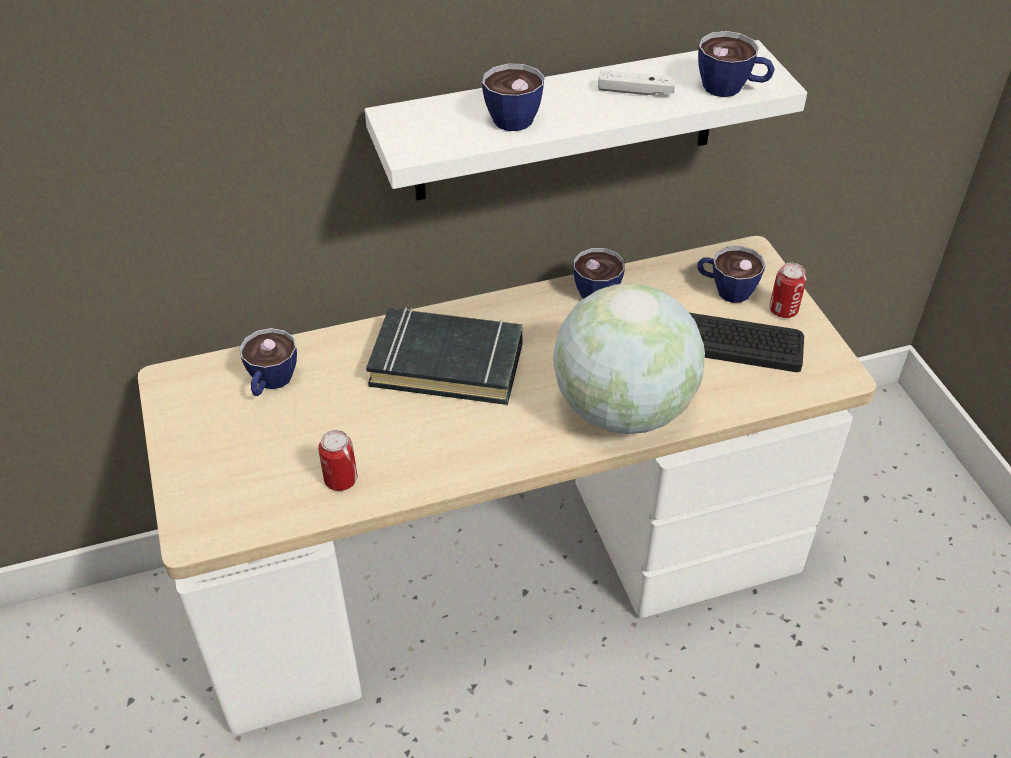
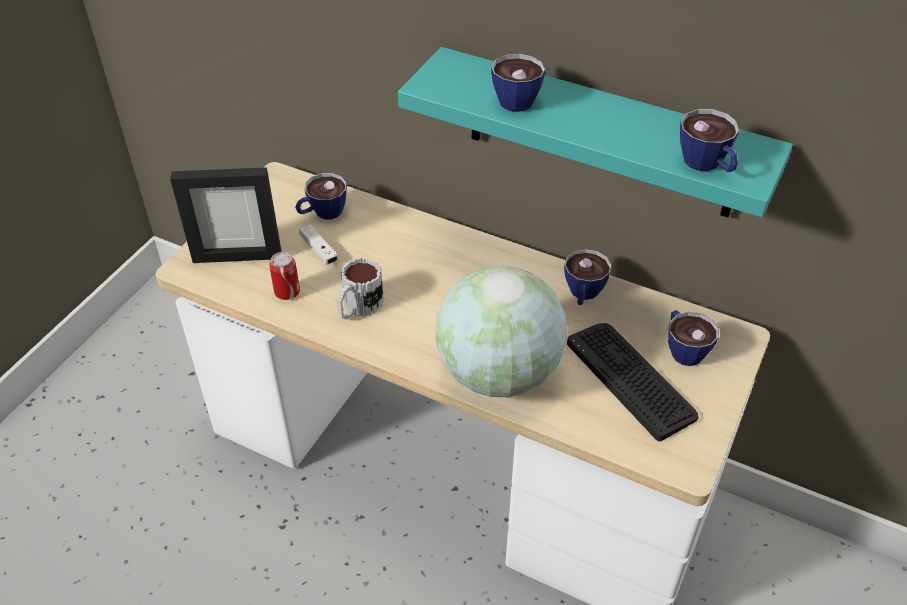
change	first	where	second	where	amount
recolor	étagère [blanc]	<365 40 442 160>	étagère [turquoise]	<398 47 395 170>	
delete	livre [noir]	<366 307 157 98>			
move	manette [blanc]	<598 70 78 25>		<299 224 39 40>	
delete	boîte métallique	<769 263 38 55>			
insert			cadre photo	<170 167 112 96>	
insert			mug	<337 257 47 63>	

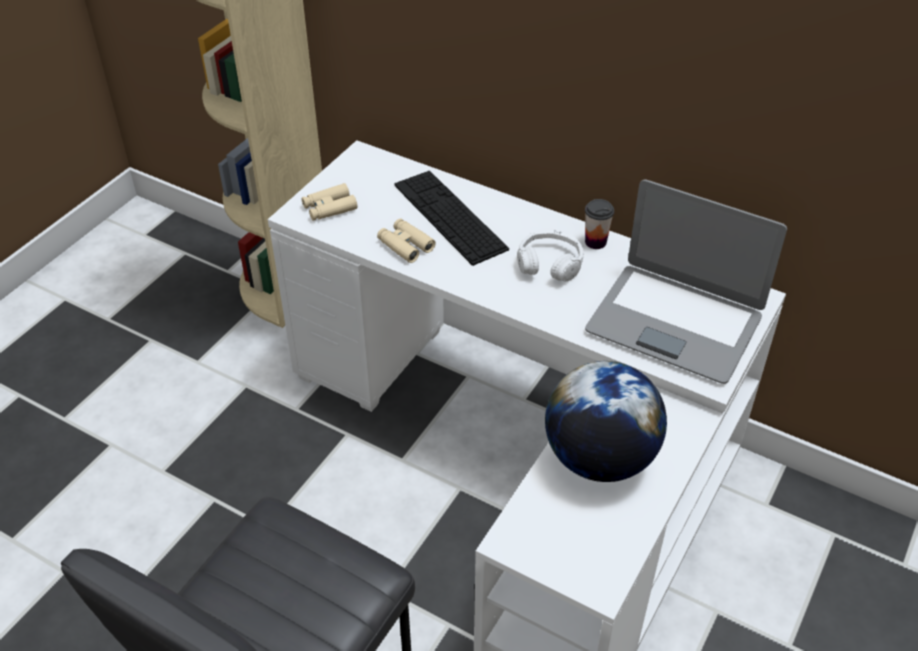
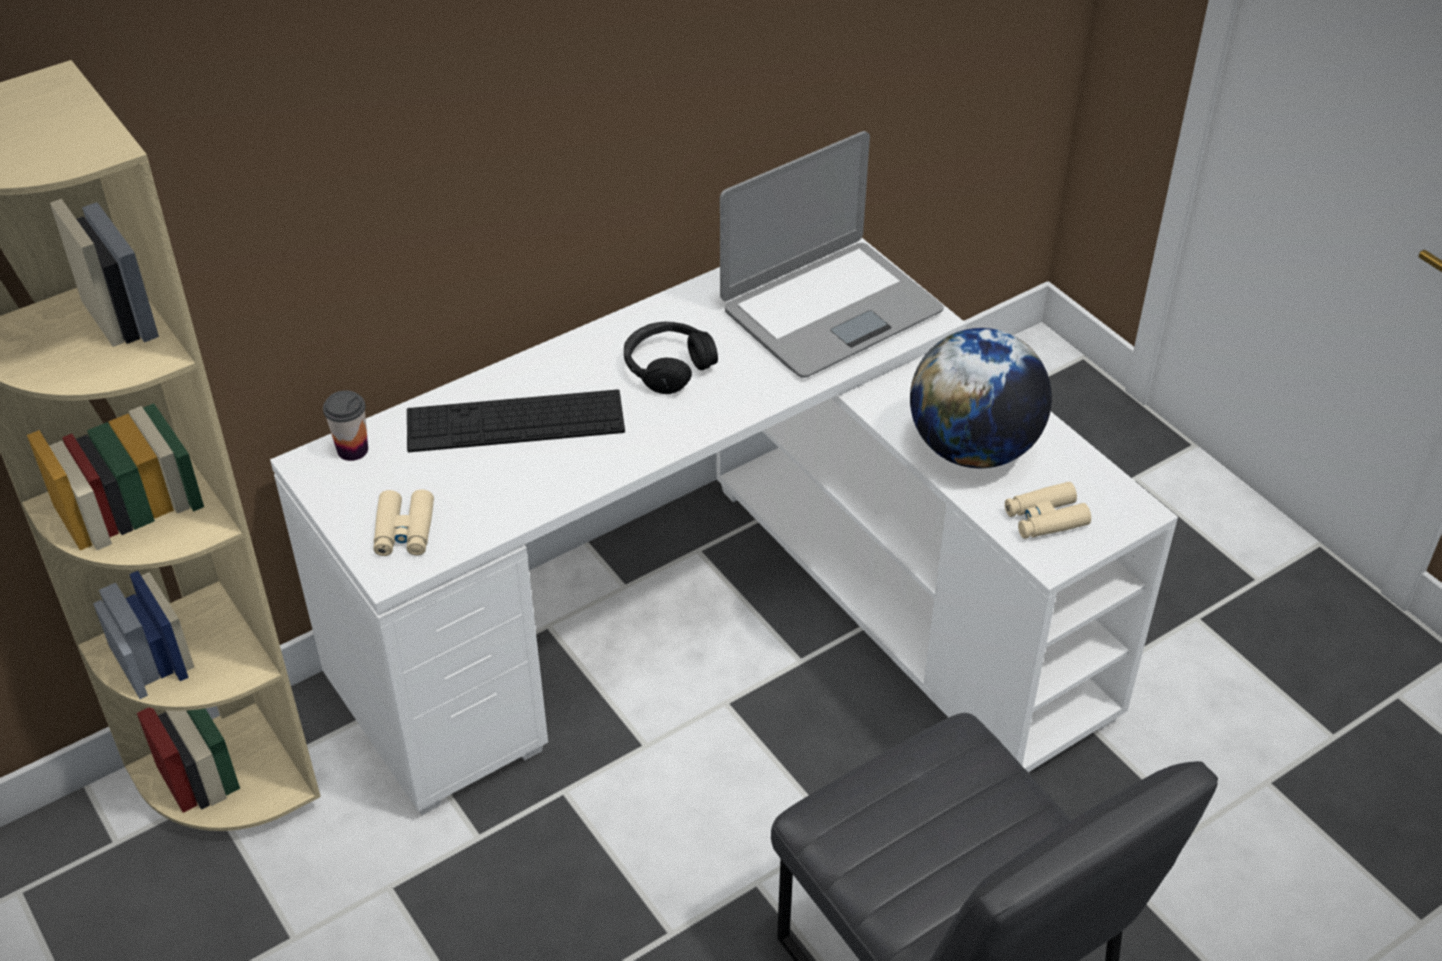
change	first	where	second	where	amount
move	jumelles [beige]	<377 219 59 44>		<1005 482 86 57>	
recolor	casque audio [blanc]	<517 230 66 52>	casque audio [noir]	<624 322 94 72>	
move	tasse	<585 199 29 50>		<323 390 45 71>	

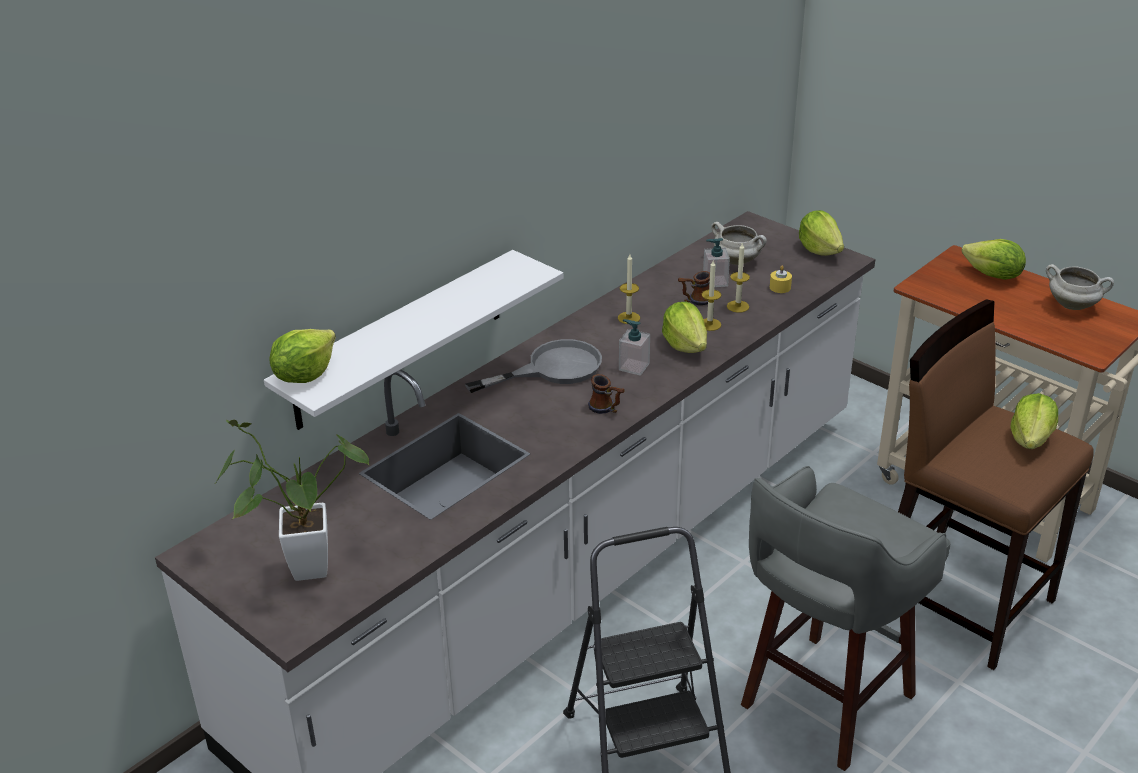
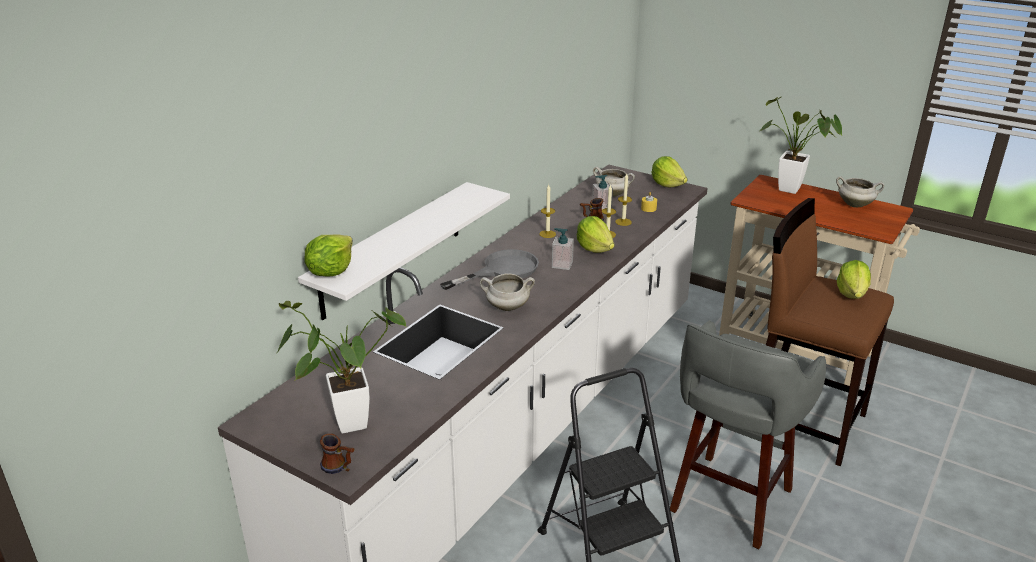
change	first	where	second	where	amount
move	mug	<588 374 37 40>		<320 434 34 40>	
replace	laitue	<961 239 65 41>	plante en pot	<760 97 82 97>	
insert			marmite [blanc]	<480 274 55 37>	

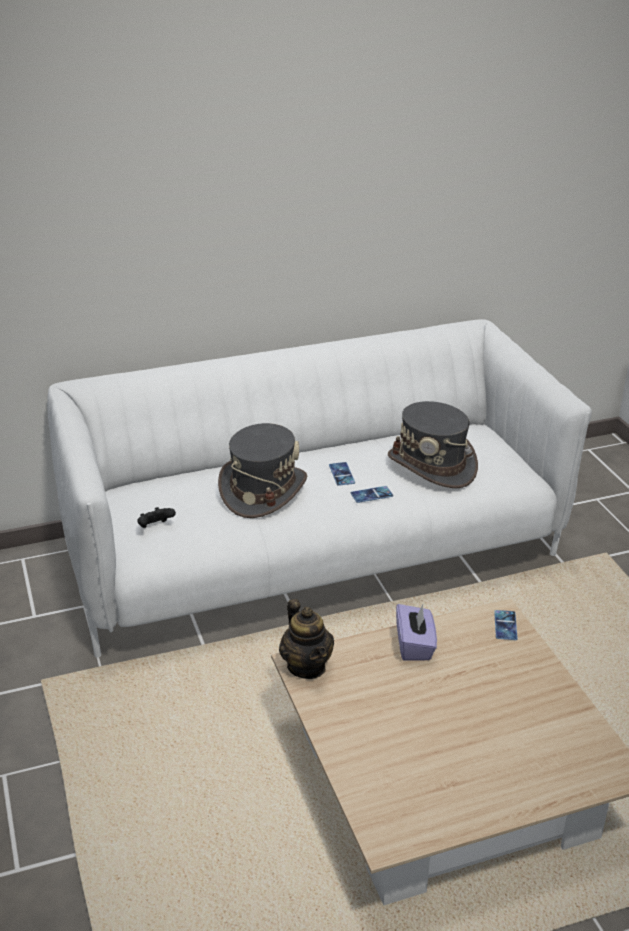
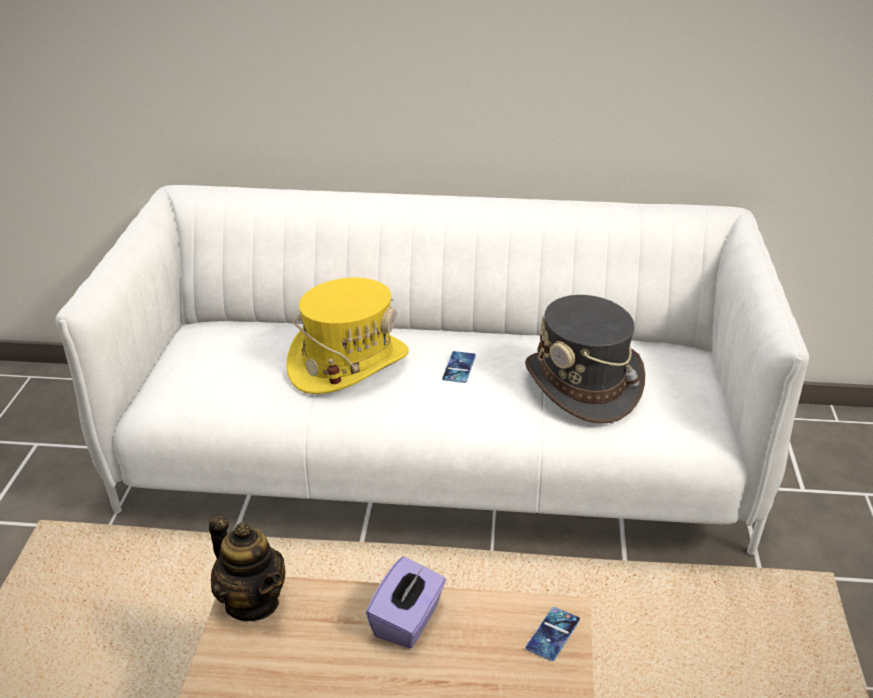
change	first	where	second	where	amount
delete	manette [noir]	<137 507 39 21>			
recolor	chapeau [gris]	<218 423 89 95>	chapeau [jaune]	<286 278 123 116>	
rotate	théière	<279 599 55 80>		<209 516 76 105>	45 degrees counterclockwise
delete	téléphone	<351 486 42 17>			

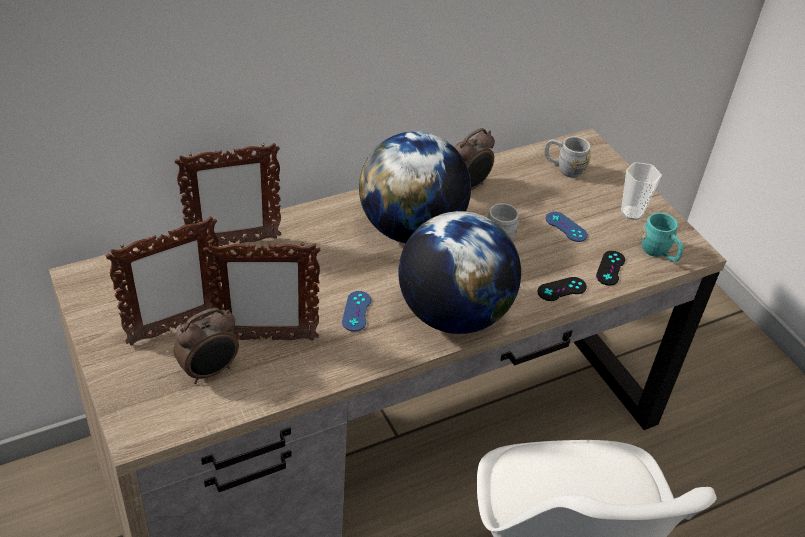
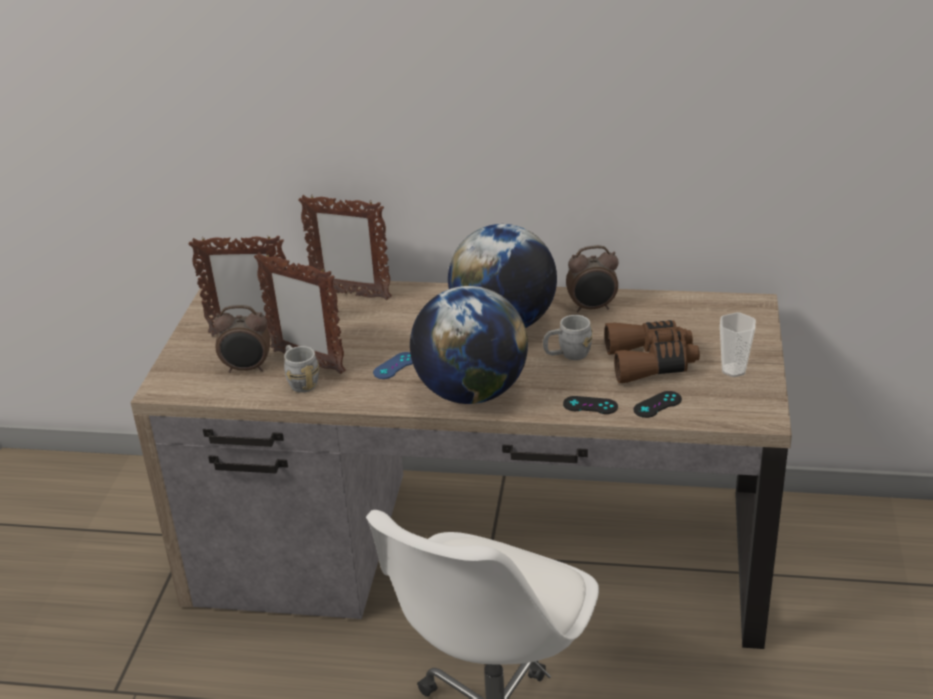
change	first	where	second	where	amount
move	mug [gris]	<544 136 47 42>		<284 345 35 48>	
replace	manette [bleu]	<546 212 42 30>	jumelles [marron]	<605 320 95 63>	
delete	mug [turquoise]	<641 213 42 49>			

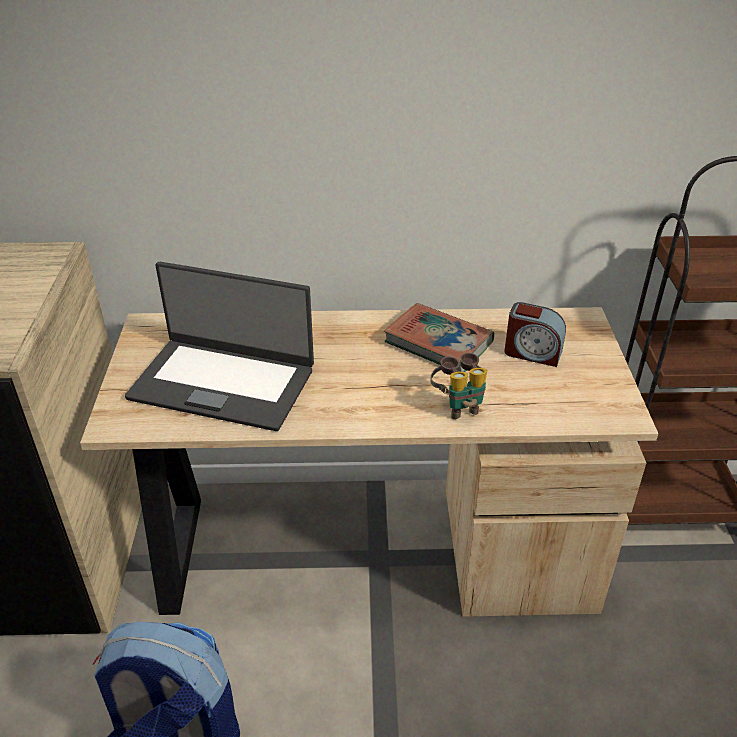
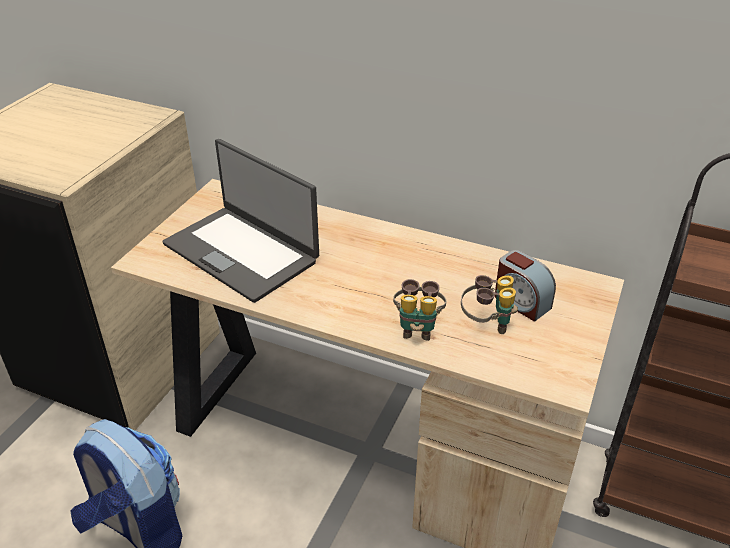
change	first	where	second	where	amount
delete	livre	<384 303 110 69>			
insert			jumelles	<461 275 57 59>	

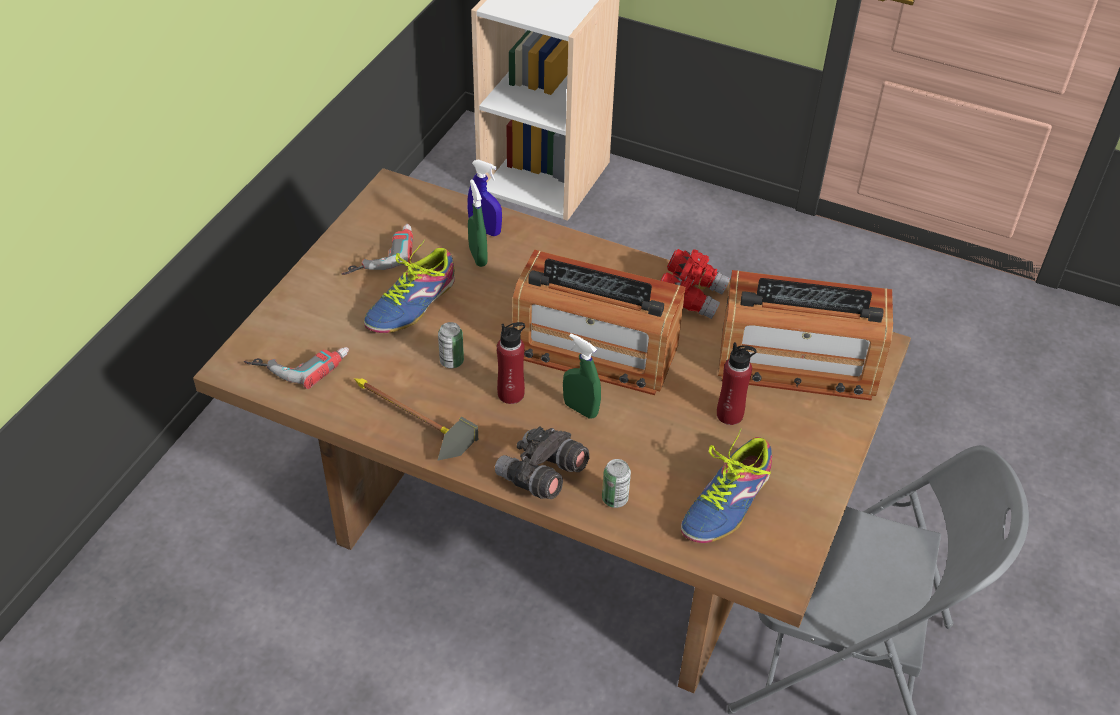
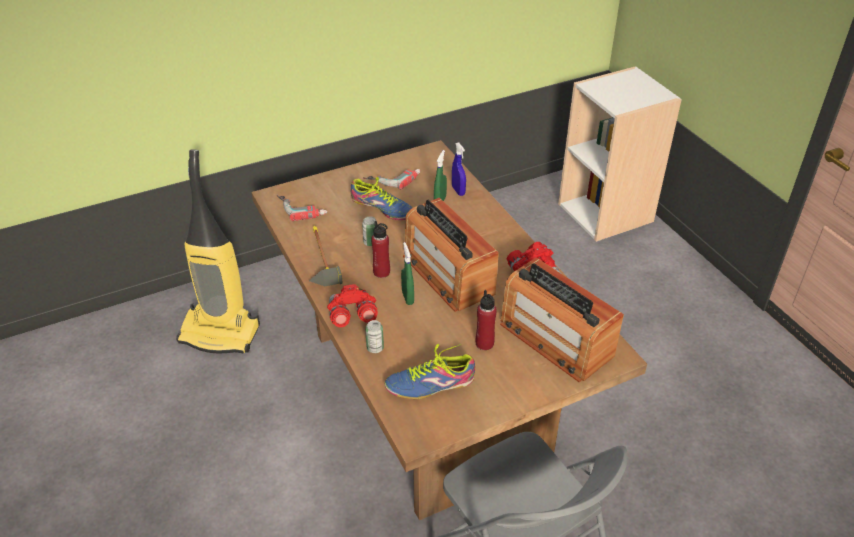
change	first	where	second	where	amount
rotate	chaussure	<364 239 91 94>		<351 177 62 43>	135 degrees counterclockwise
recolor	jumelles [gris]	<495 426 94 73>	jumelles [rouge]	<327 284 51 43>	
insert			aspirateur	<176 149 84 205>	

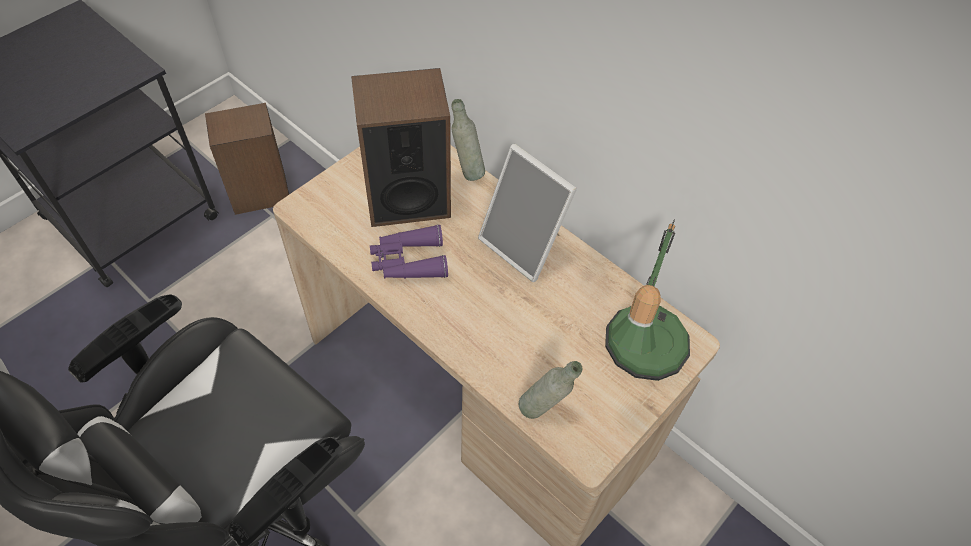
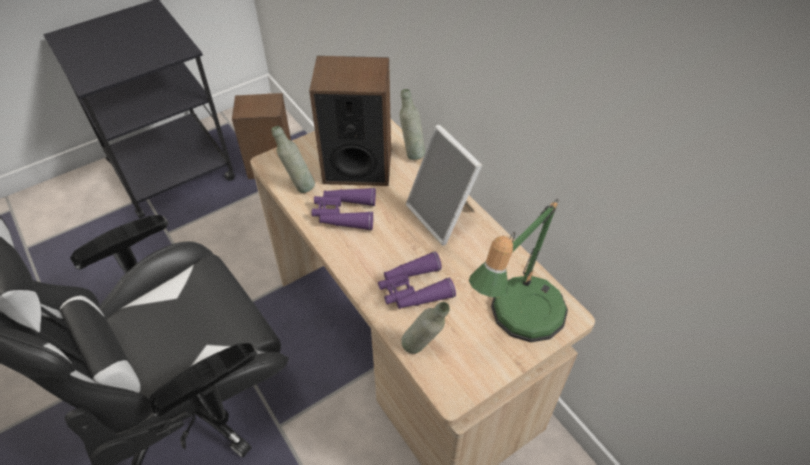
change	first	where	second	where	amount
insert			bouteille [gris]	<272 126 43 67>	
insert			jumelles [violet]	<378 252 78 57>	

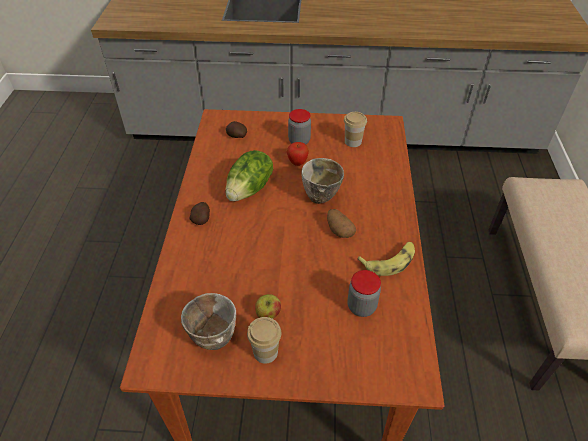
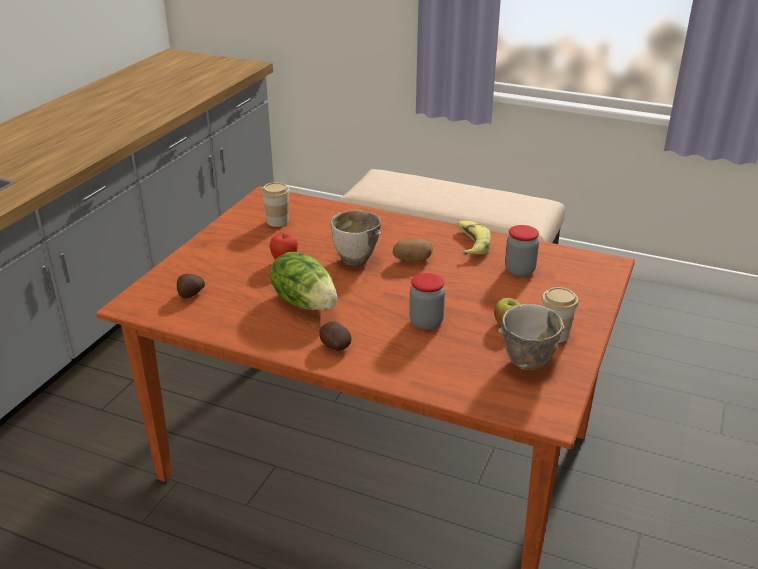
change	first	where	second	where	amount
move	bocal	<288 109 23 35>		<409 273 36 57>	

